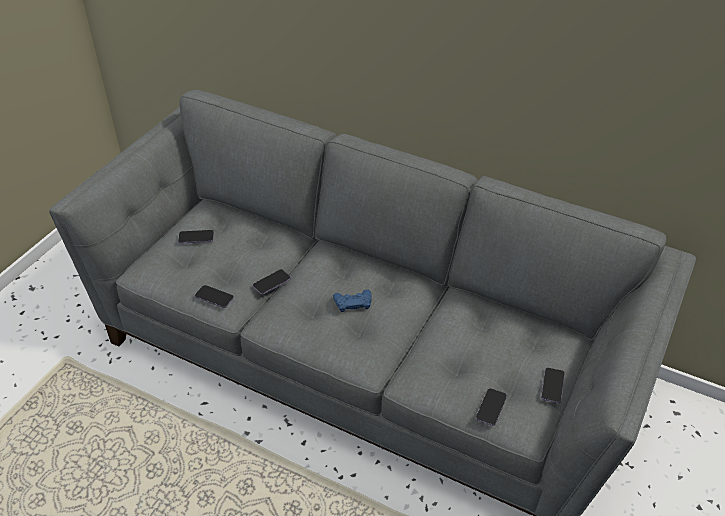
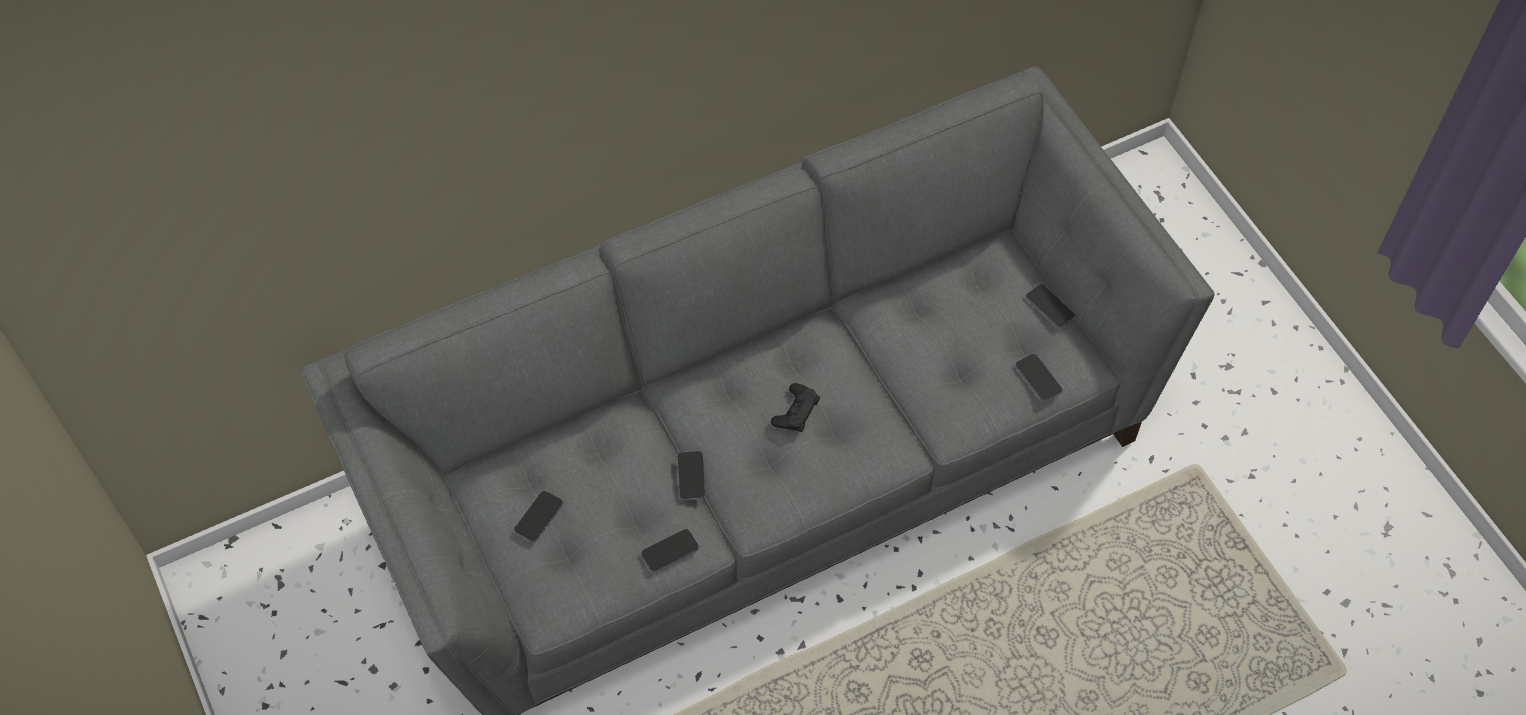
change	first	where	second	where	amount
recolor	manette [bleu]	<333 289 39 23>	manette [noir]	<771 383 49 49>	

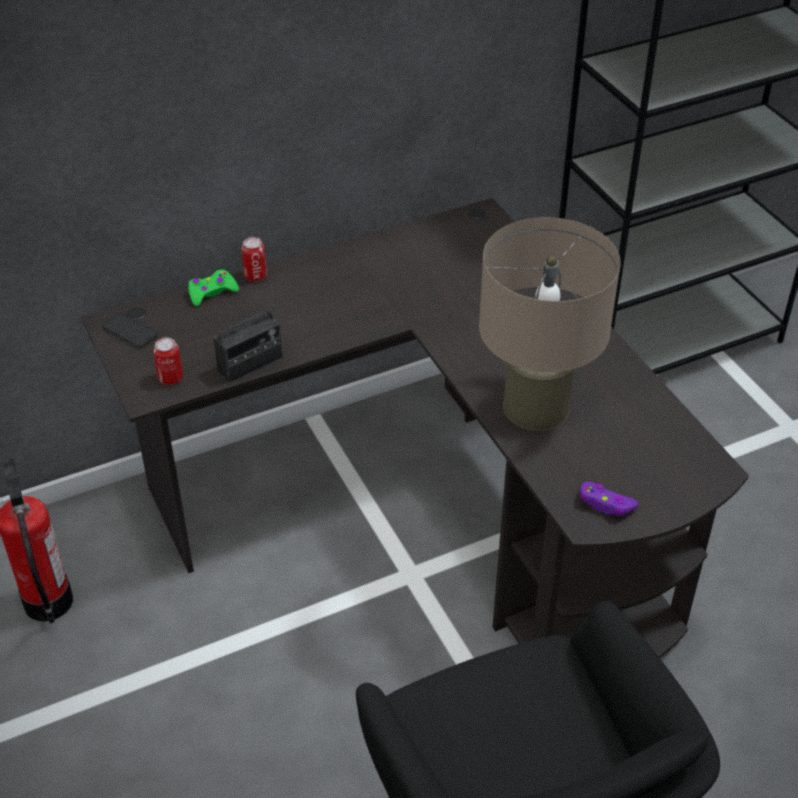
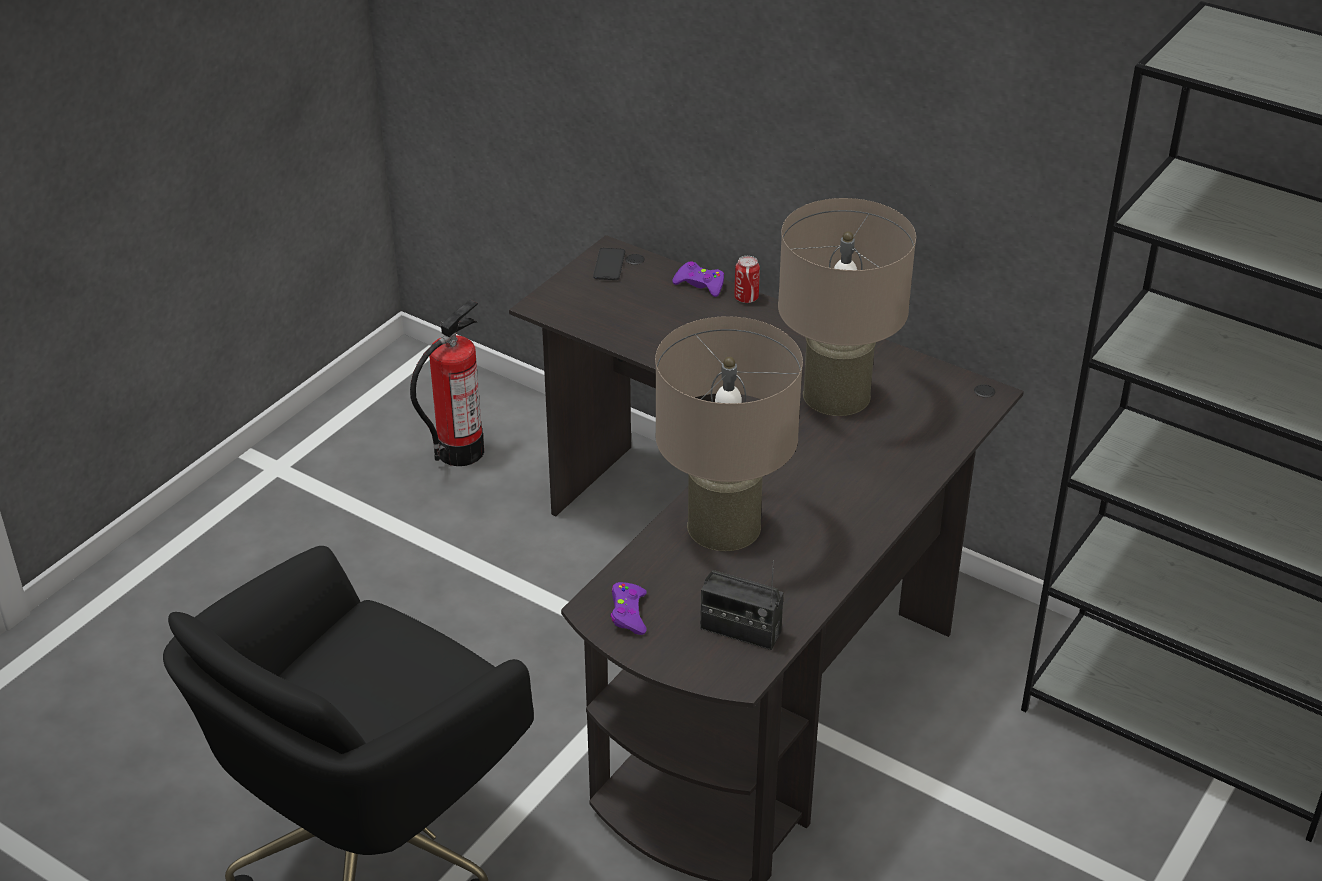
change	first	where	second	where	amount
delete	boîte métallique	<153 337 30 48>			
recolor	manette [vert]	<188 269 51 37>	manette [violet]	<672 261 53 36>	
move	radio	<213 284 70 99>		<700 560 84 90>	
insert			lampe de table [beige]	<778 198 138 218>	

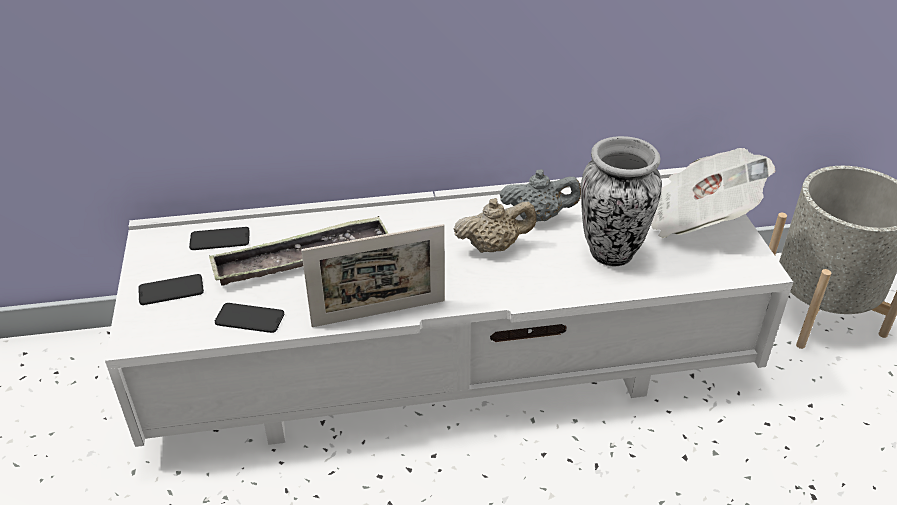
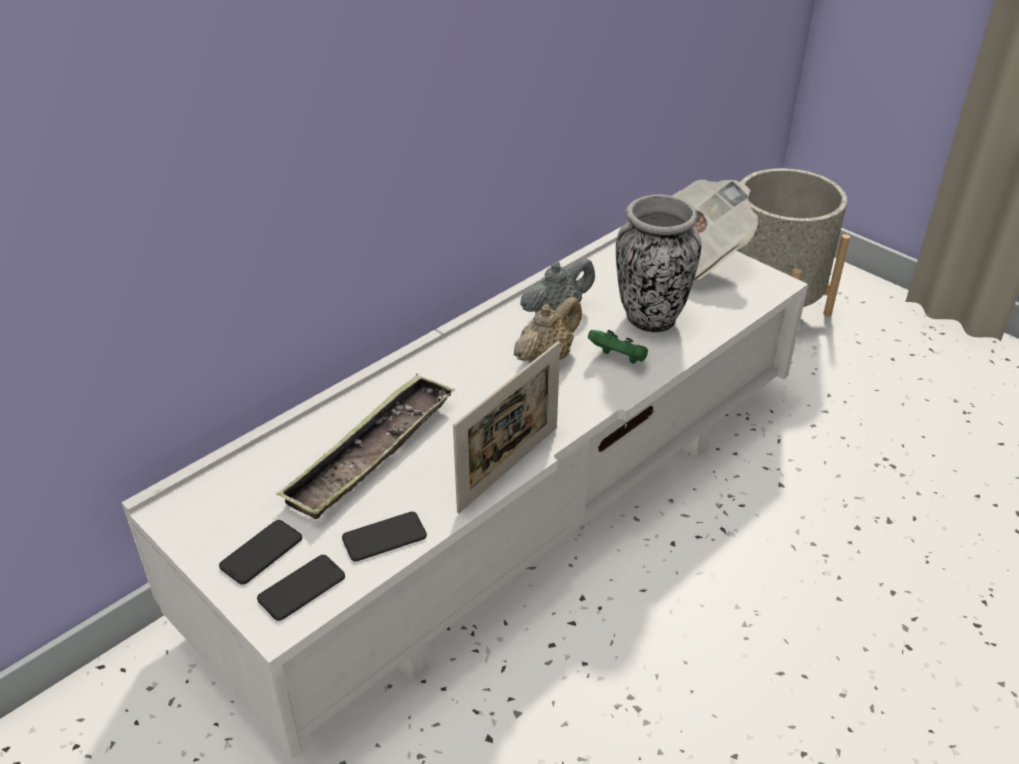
change	first	where	second	where	amount
move	téléphone	<189 227 61 23>		<257 555 88 66>	
insert			manette [vert]	<588 330 60 34>	

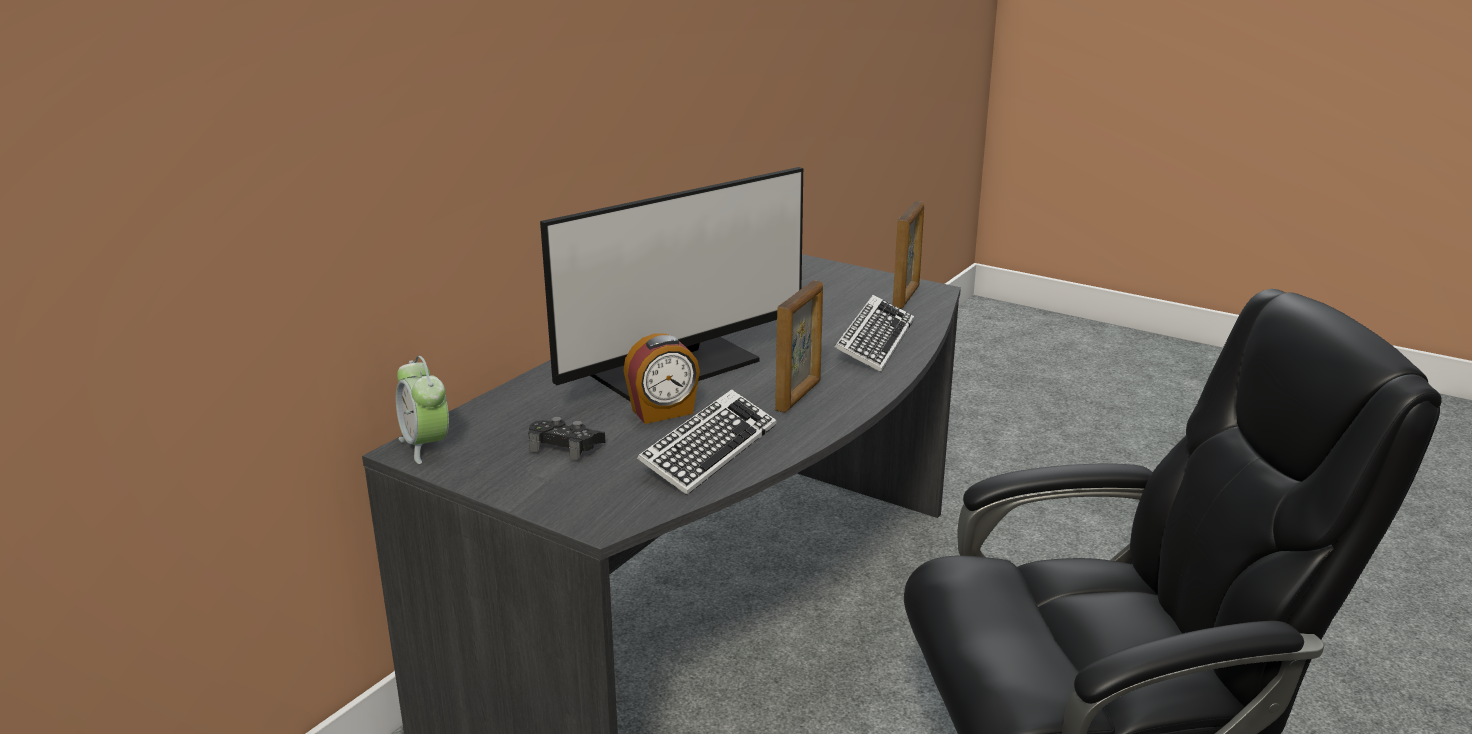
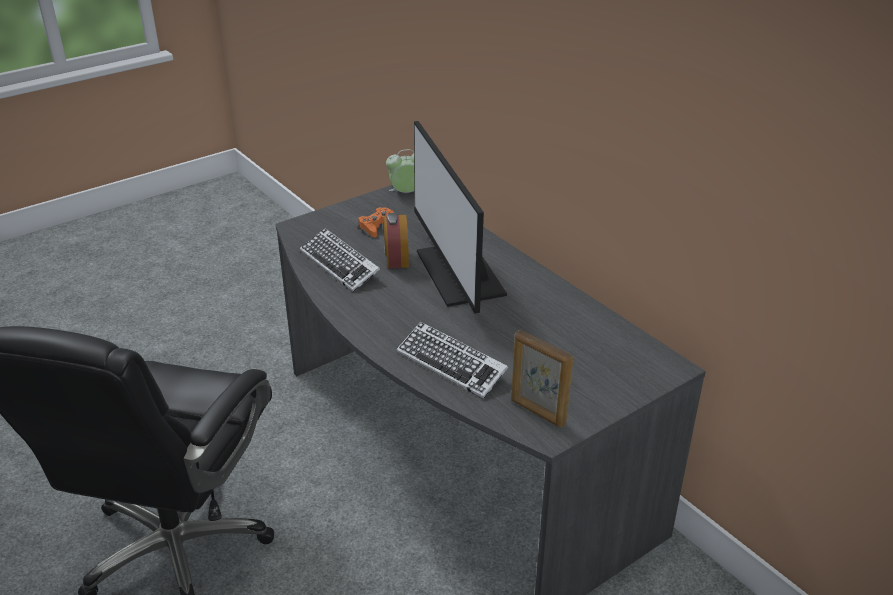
change	first	where	second	where	amount
recolor	manette [noir]	<528 417 77 44>	manette [orange]	<358 207 36 30>	
delete	cadre photo	<775 280 48 133>			

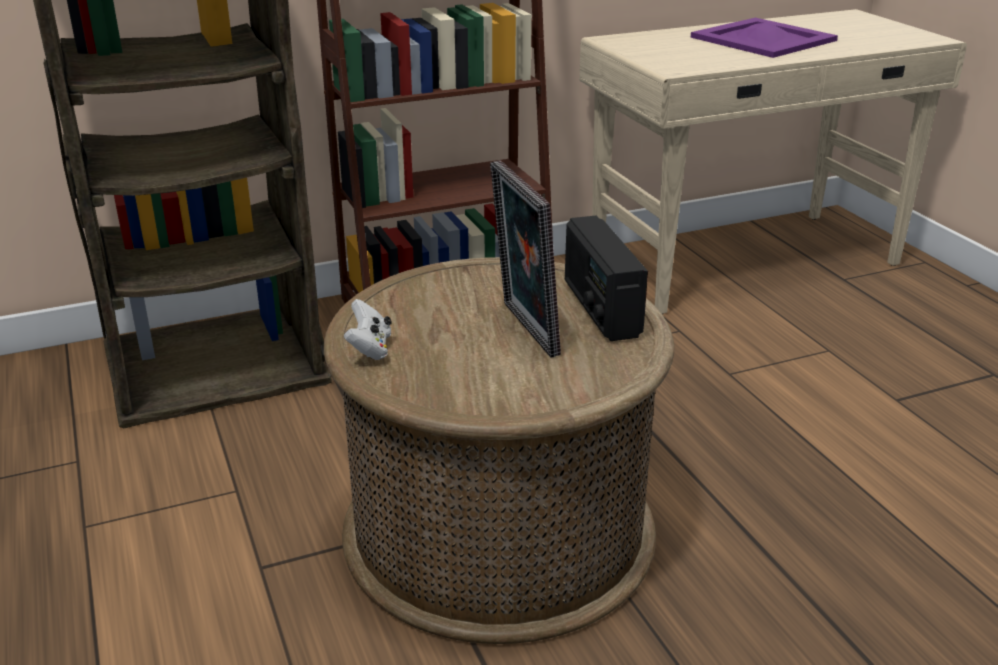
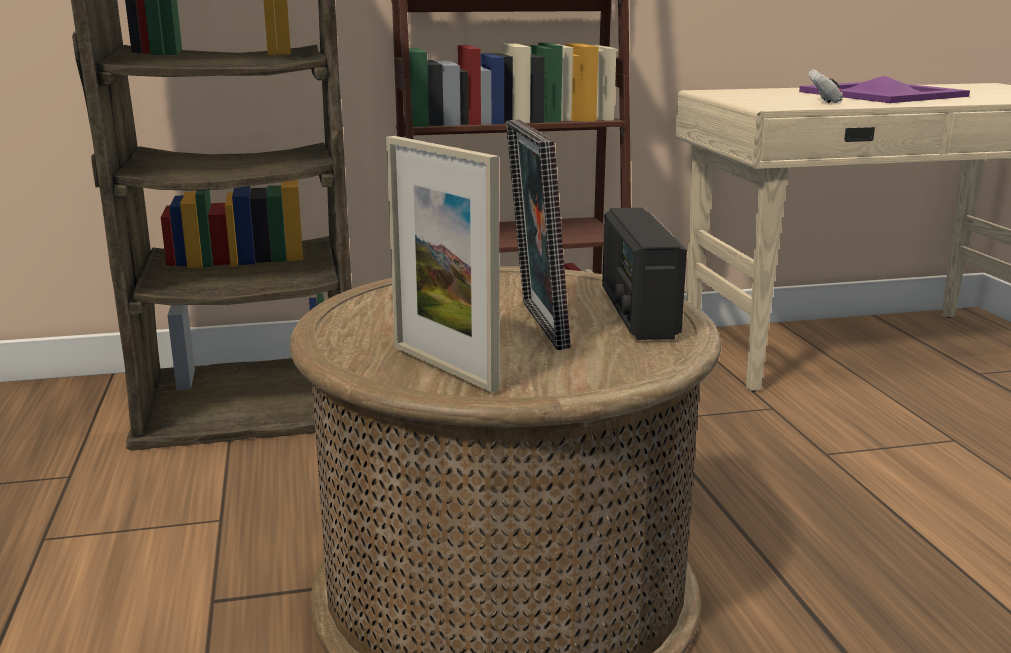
change	first	where	second	where	amount
move	manette [blanc]	<344 299 48 61>		<808 69 35 35>	
insert			cadre photo	<386 136 114 256>	

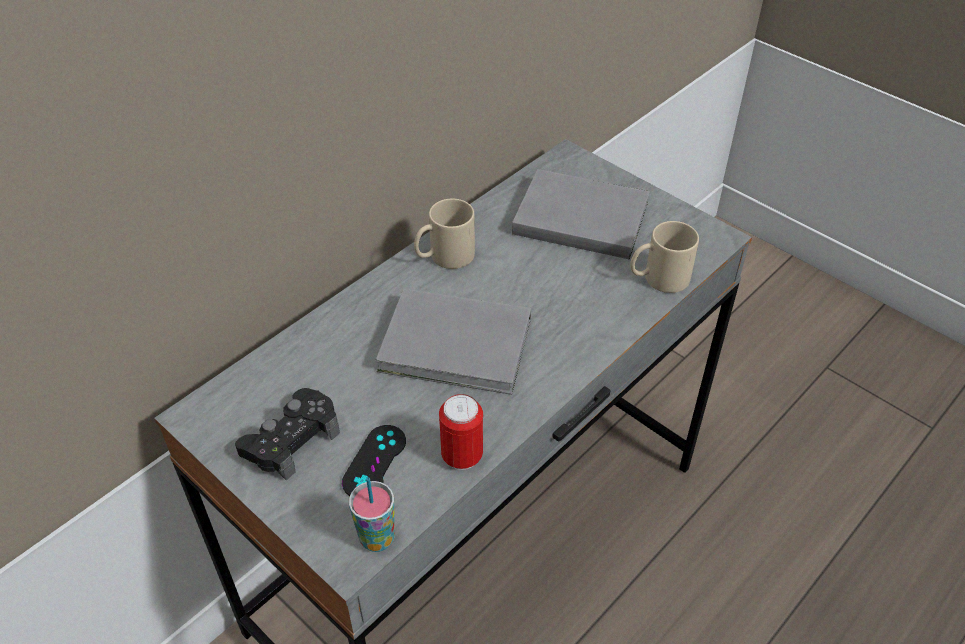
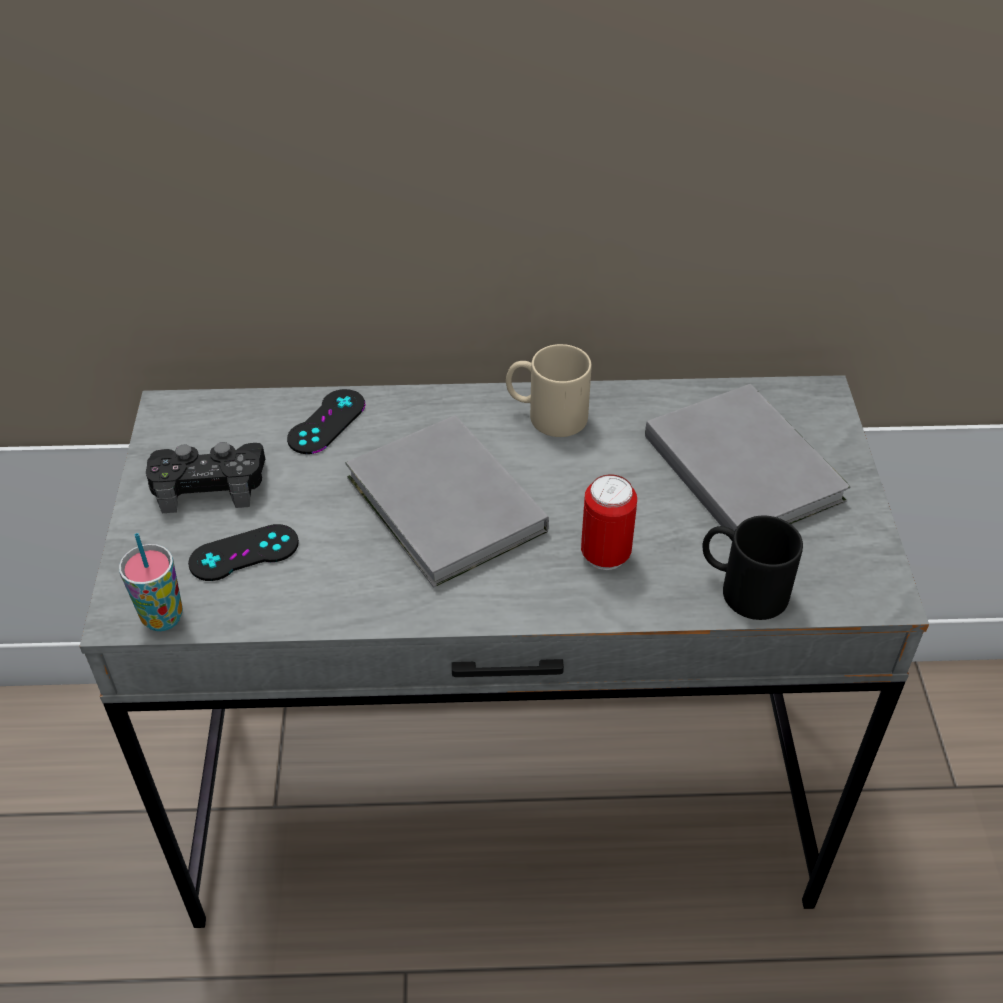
change	first	where	second	where	amount
move	boîte métallique	<439 394 44 76>		<581 474 56 96>	
recolor	mug [beige]	<630 221 69 72>	mug [noir]	<703 516 100 104>	
insert			manette [noir]	<287 389 78 65>	

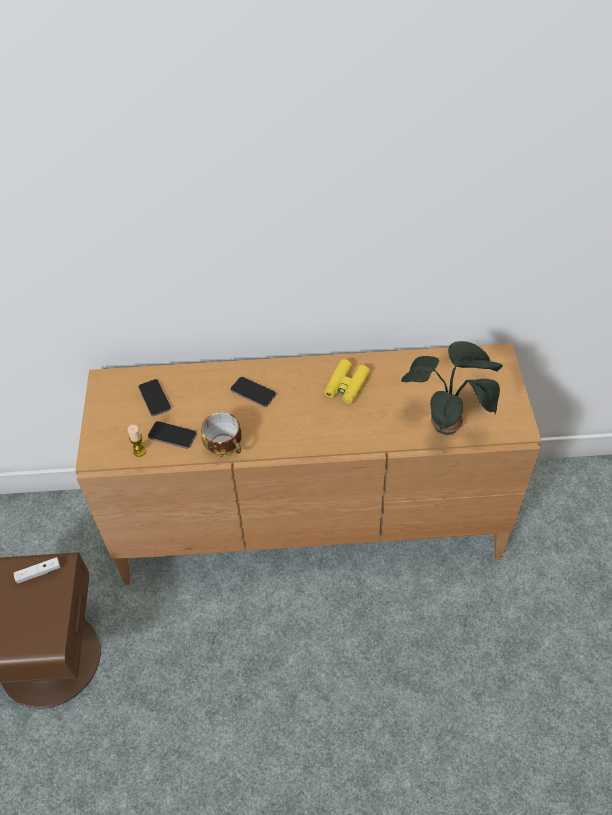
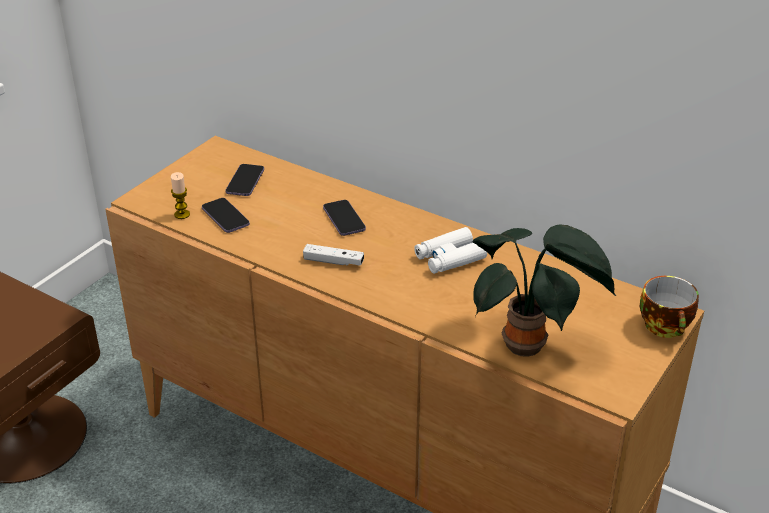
change	first	where	second	where	amount
move	manette [blanc]	<14 557 46 27>		<303 244 61 22>	
move	tasse	<201 412 40 45>		<640 276 59 62>	
recolor	jumelles [jaune]	<324 359 46 45>	jumelles [blanc]	<414 227 73 47>	

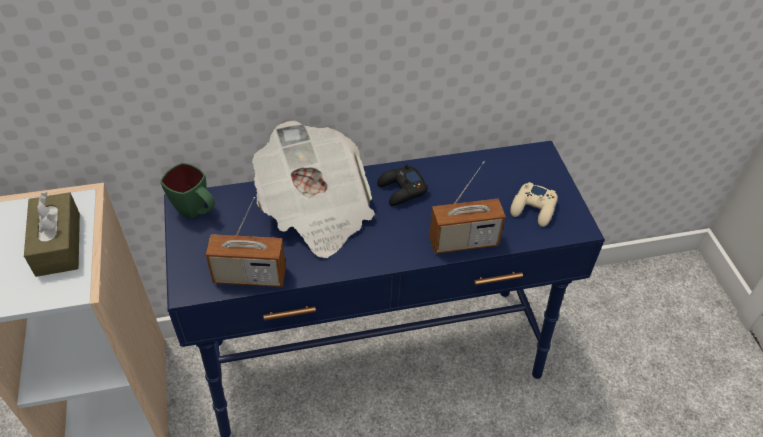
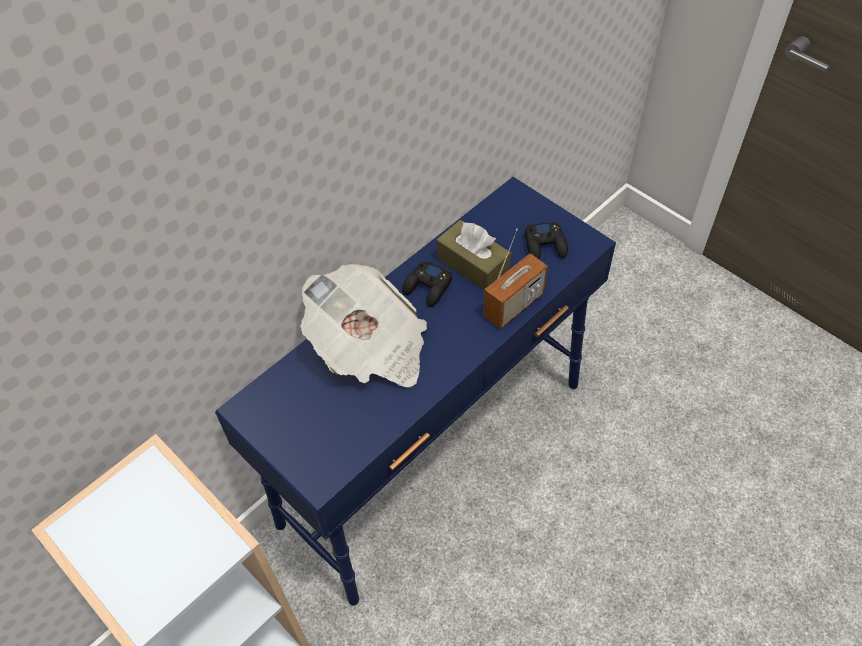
change	first	where	second	where	amount
move	boîte à mouchoirs [marron]	<24 192 56 85>		<437 220 74 71>	
delete	mug [vert]	<160 163 55 56>			
delete	radio	<206 197 80 90>			
recolor	manette [beige]	<510 182 48 45>	manette [noir]	<525 221 43 38>	

